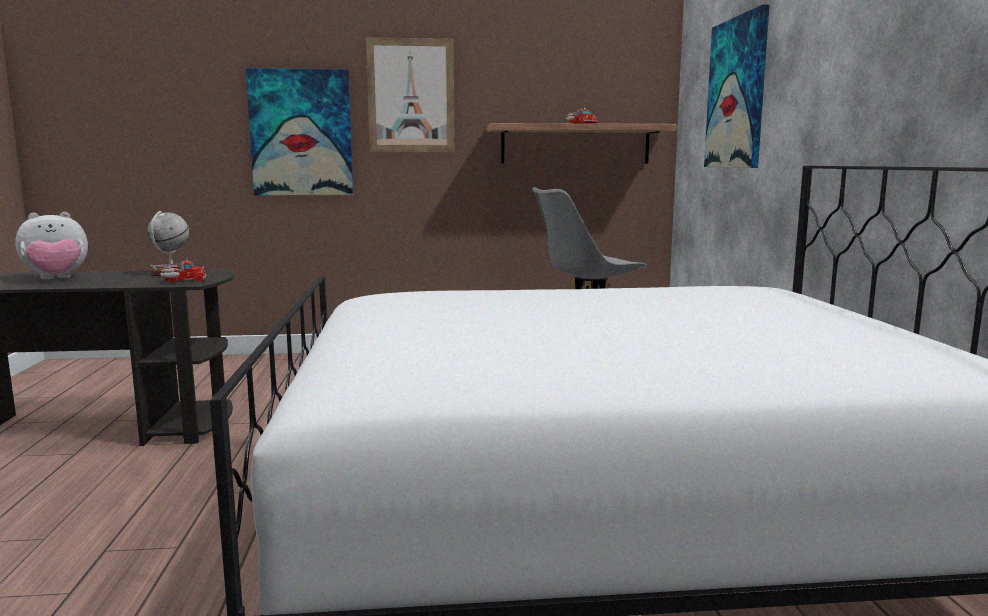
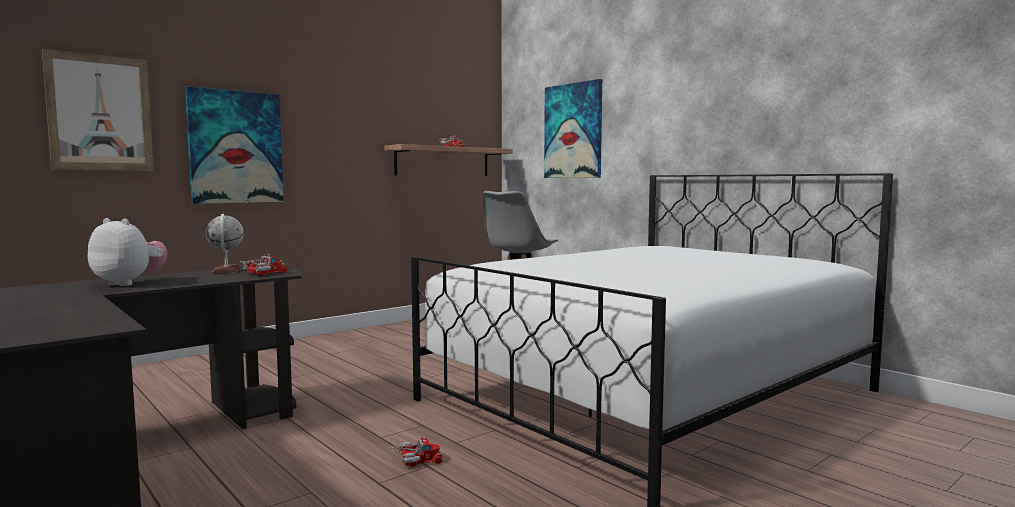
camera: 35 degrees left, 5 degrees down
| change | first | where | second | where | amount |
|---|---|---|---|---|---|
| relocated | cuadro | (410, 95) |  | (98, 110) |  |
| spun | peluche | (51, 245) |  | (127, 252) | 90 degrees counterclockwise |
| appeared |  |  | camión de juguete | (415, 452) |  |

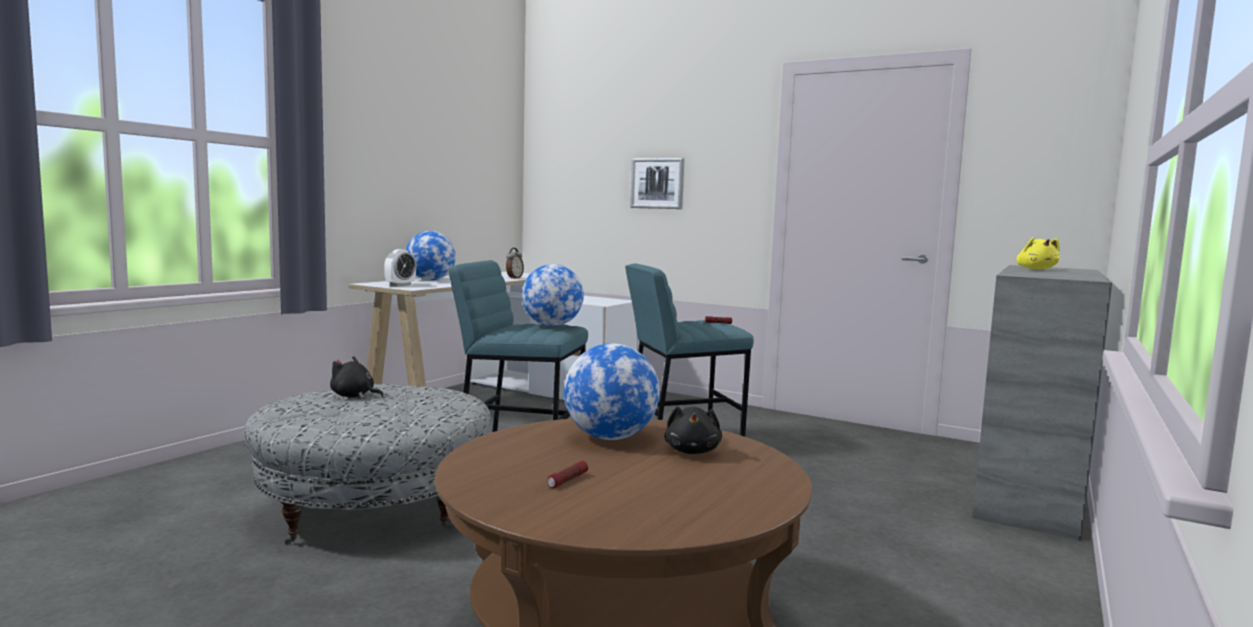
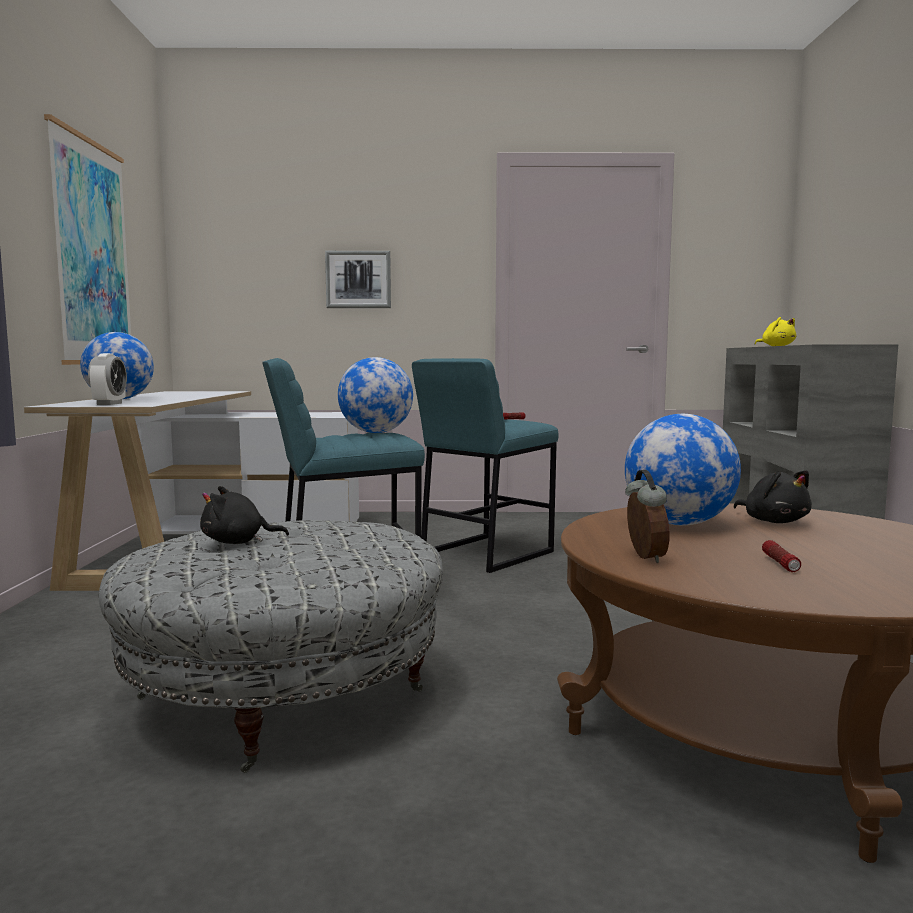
camera: 30 degrees left, 0 degrees up
| change | first | where | second | where | amount |
|---|---|---|---|---|---|
| relocated | despertador | (515, 263) |  | (647, 516) |  |
| appeared |  |  | cuadro | (87, 239) |  |

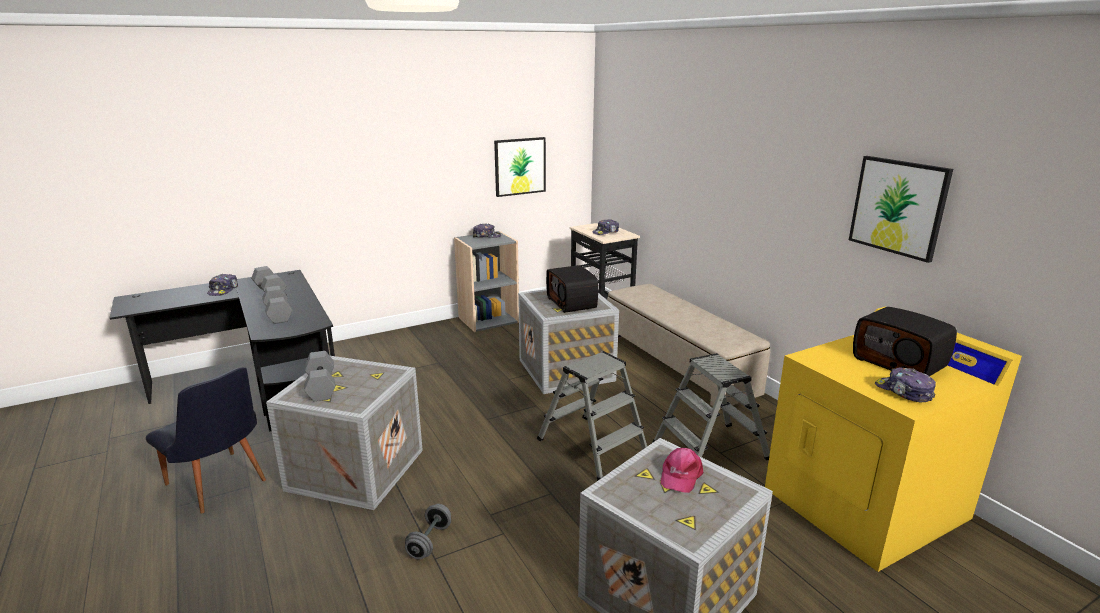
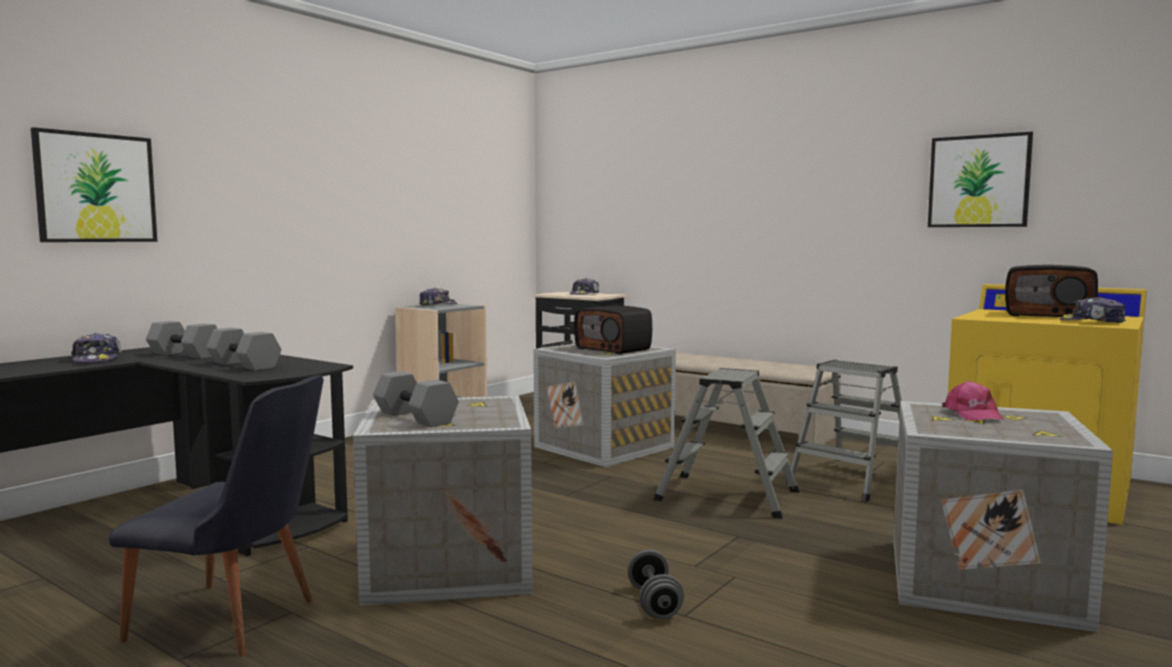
camera: 25 degrees left, 15 degrees down
| change | first | where | second | where | amount |
|---|---|---|---|---|---|
| relocated | cuadro | (520, 167) |  | (94, 184) |  |

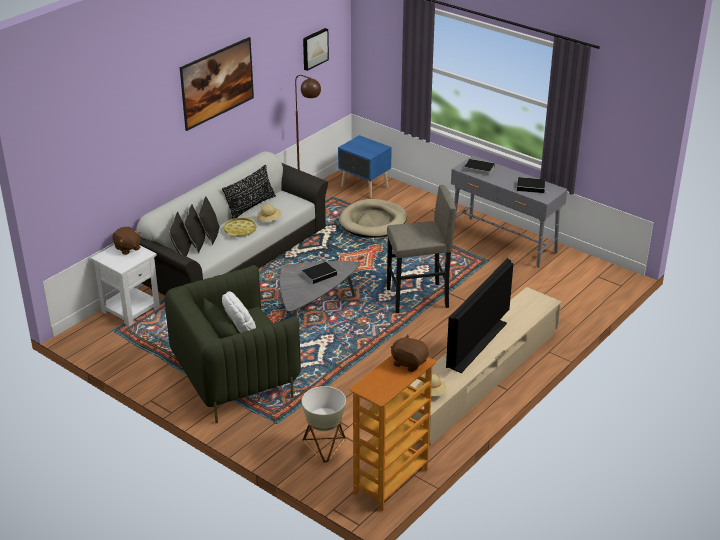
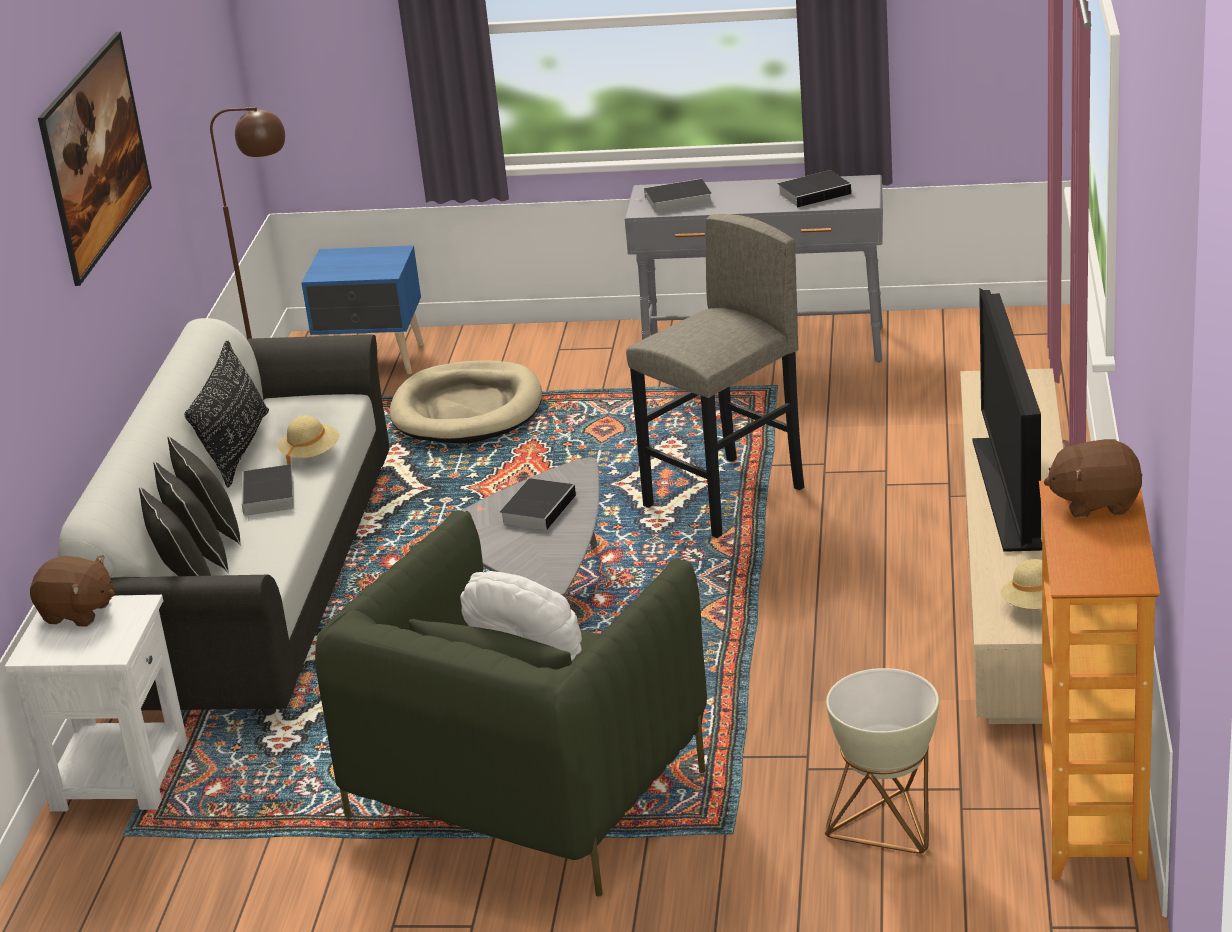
camera: 30 degrees left, 5 degrees down
| change | first | where | second | where | amount |
|---|---|---|---|---|---|
| missing | cuadro | (316, 49) |  |  |  |
| exchanged | bandeja/amarillo | (239, 227) | libro | (268, 493) |  |

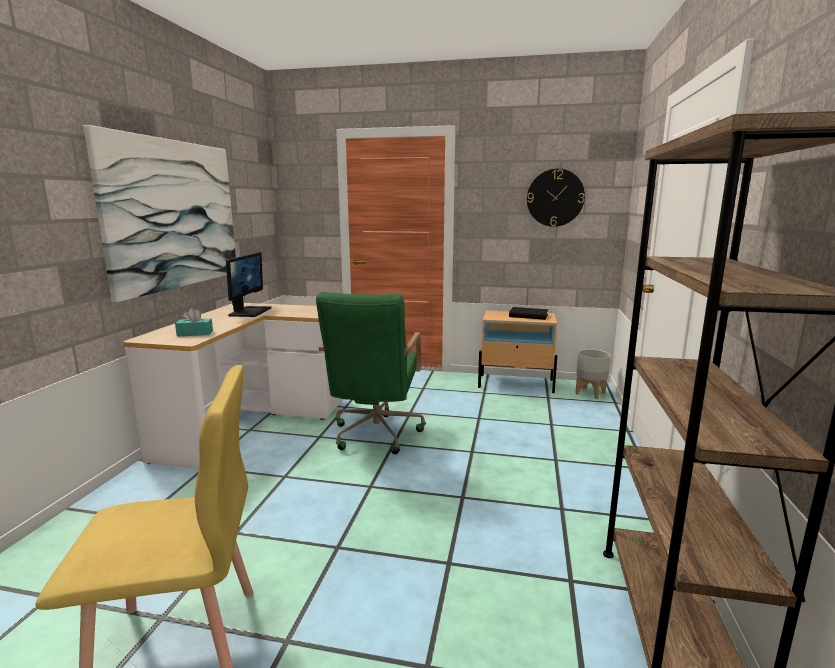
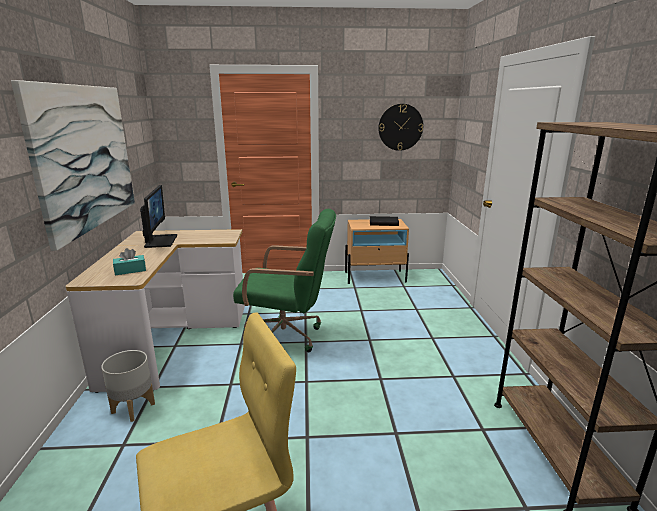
camera: 15 degrees left, 5 degrees up
| change | first | where | second | where | amount |
|---|---|---|---|---|---|
| spun | silla de oficina/verde | (371, 373) |  | (284, 280) | 75 degrees counterclockwise |
| relocated | maceta/gris | (593, 374) |  | (128, 386) |  |

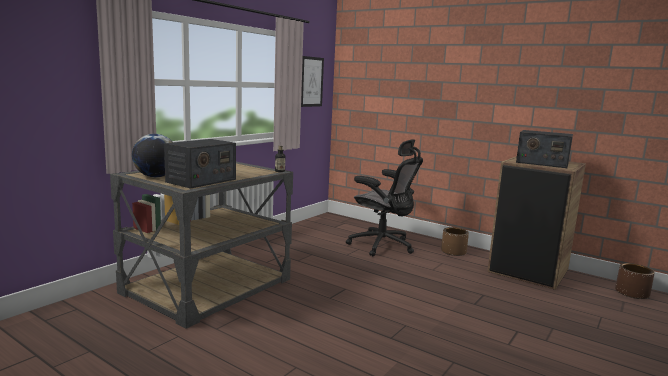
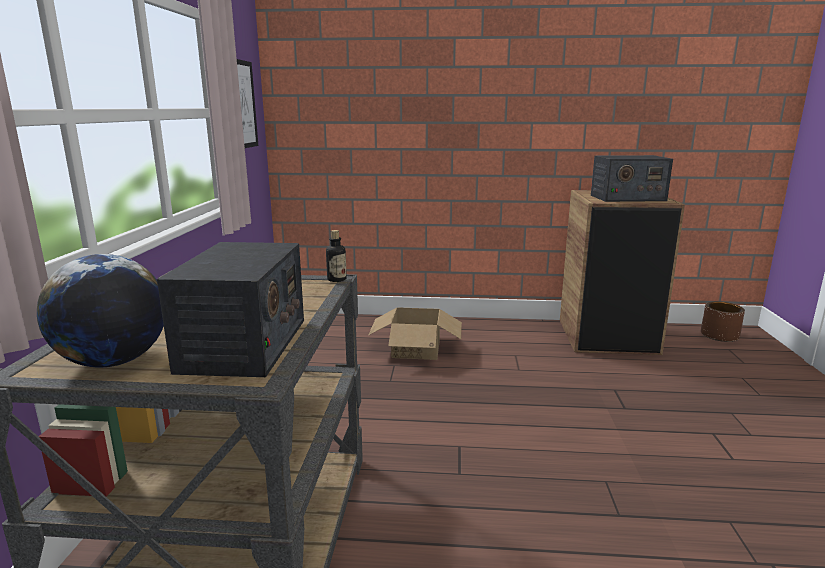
camera: 30 degrees left, 5 degrees up
| change | first | where | second | where | amount |
|---|---|---|---|---|---|
| exchanged | silla de oficina | (384, 197) | caja de cartón | (415, 333) |  |
| missing | maceta/marrón | (455, 241) |  |  |  |

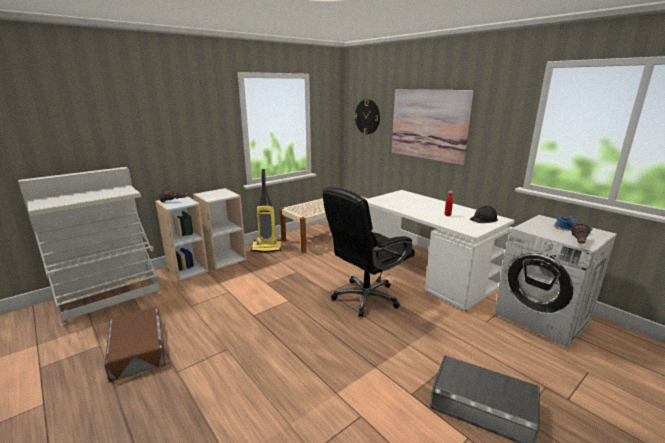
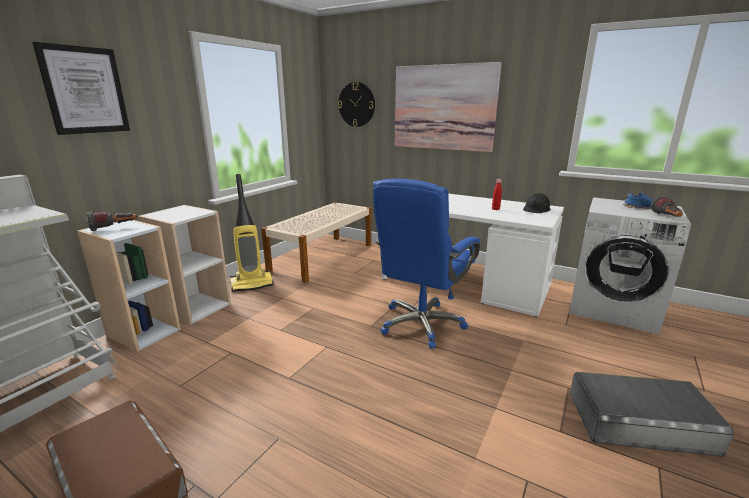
camera: 20 degrees left, 0 degrees up
| change | first | where | second | where | amount |
|---|---|---|---|---|---|
| colour | silla de oficina/negro | (369, 252) | silla de oficina/azul | (426, 264) |  |
| appeared |  |  | cuadro | (81, 88) |  |

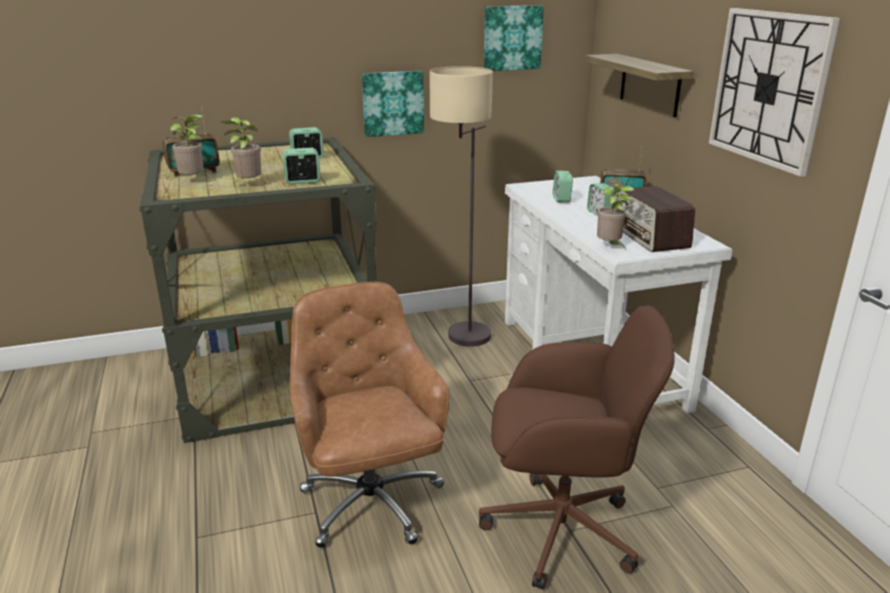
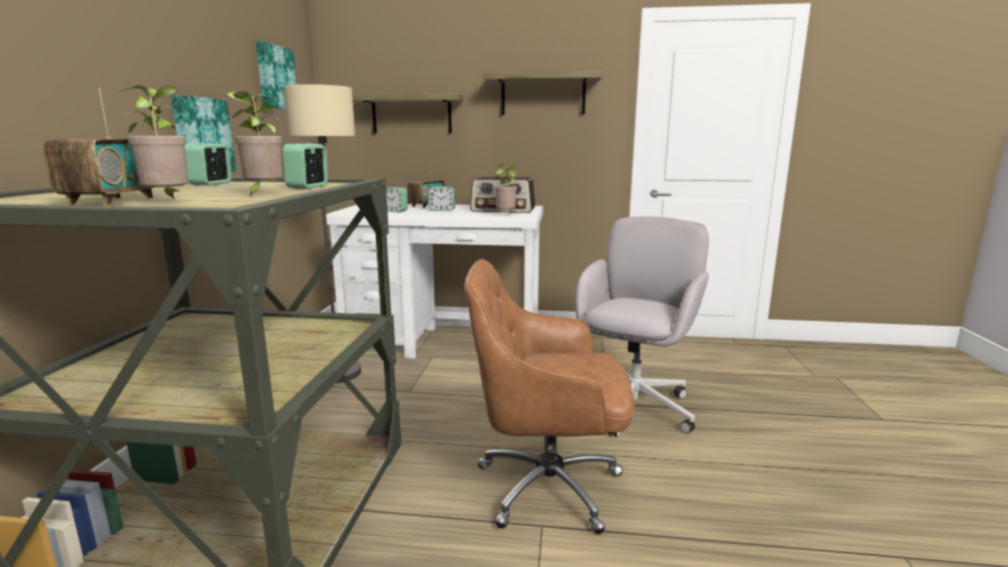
camera: 65 degrees left, 10 degrees down
| change | first | where | second | where | amount |
|---|---|---|---|---|---|
| exchanged | reloj de pared | (774, 92) | estante | (542, 93) |  |
| colour | silla de oficina/marrón | (577, 447) | silla de oficina/gris | (642, 326) |  |

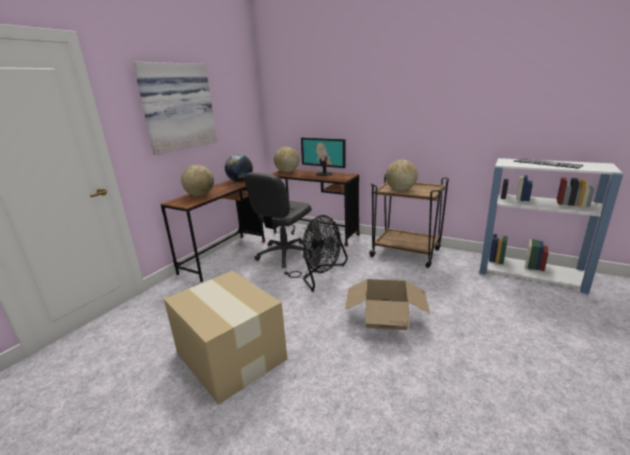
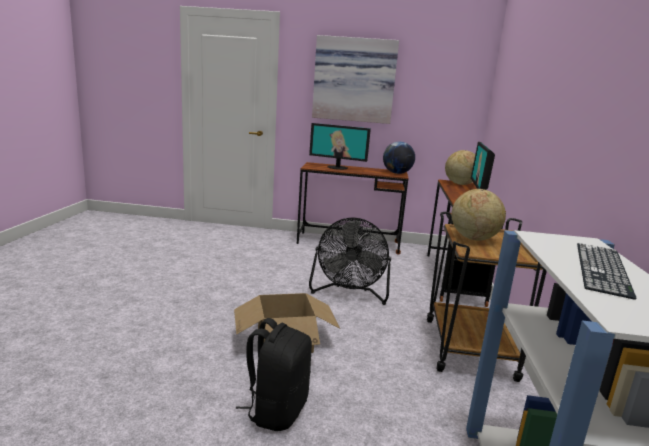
camera: 65 degrees right, 5 degrees down
| change | first | where | second | where | amount |
|---|---|---|---|---|---|
| exchanged | globo terráqueo | (197, 180) | monitor | (340, 146) |  |
| missing | silla de oficina/negro | (279, 220) |  |  |  |
| missing | caja de cartón | (225, 338) |  |  |  |
| appeared |  |  | mochila/negro | (274, 374) |  |

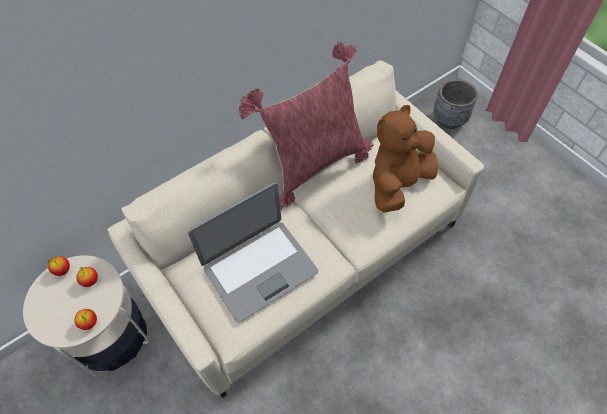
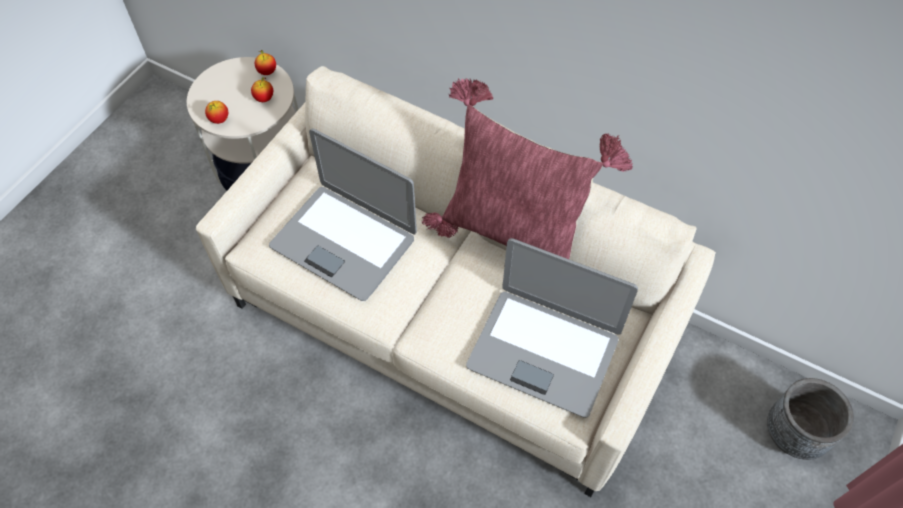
camera: 65 degrees right, 0 degrees up
| change | first | where | second | where | amount |
|---|---|---|---|---|---|
| exchanged | peluche/marrón | (405, 159) | portátil | (552, 328) |  |

